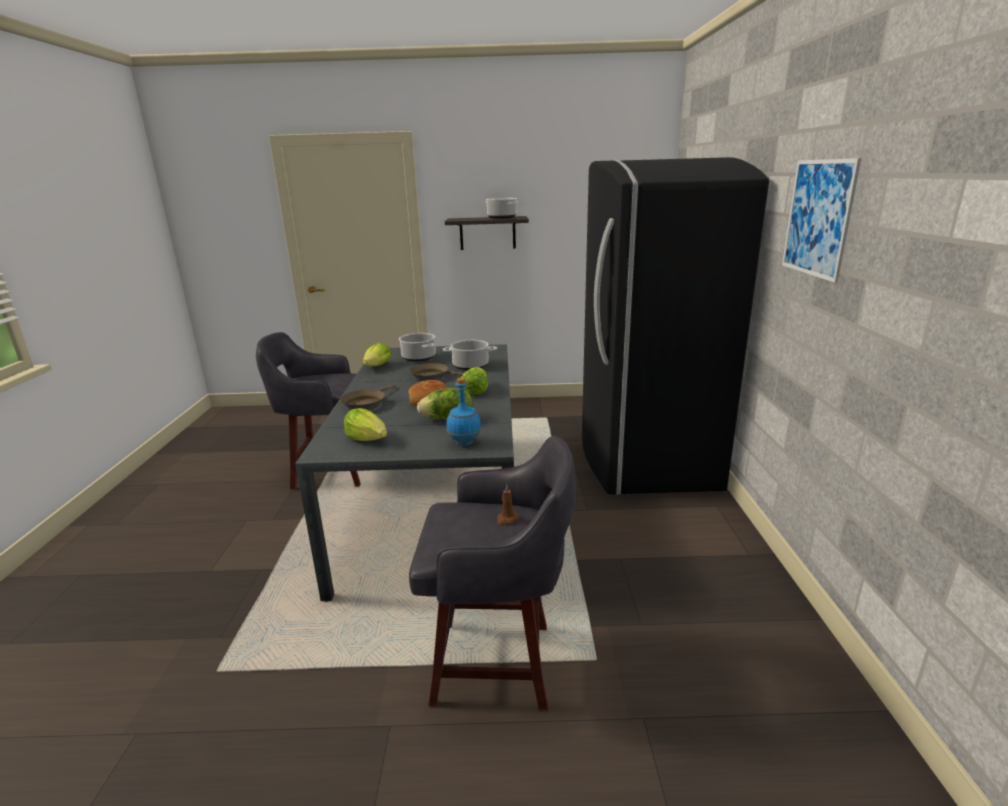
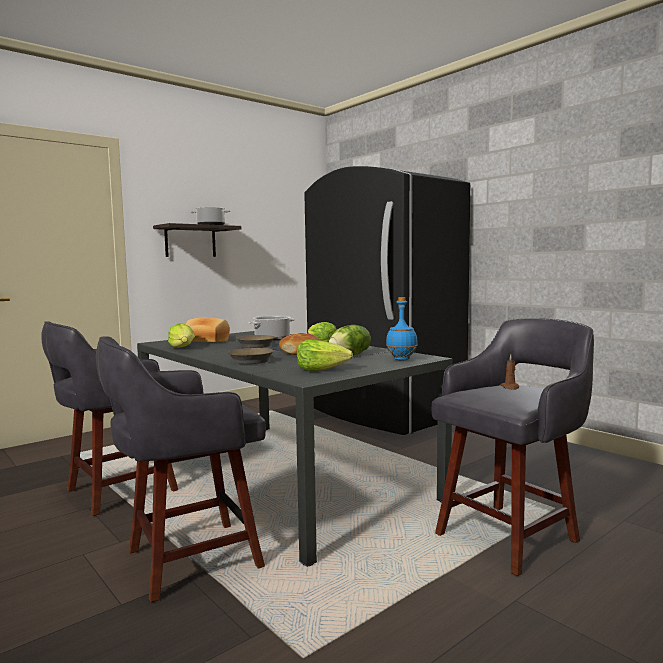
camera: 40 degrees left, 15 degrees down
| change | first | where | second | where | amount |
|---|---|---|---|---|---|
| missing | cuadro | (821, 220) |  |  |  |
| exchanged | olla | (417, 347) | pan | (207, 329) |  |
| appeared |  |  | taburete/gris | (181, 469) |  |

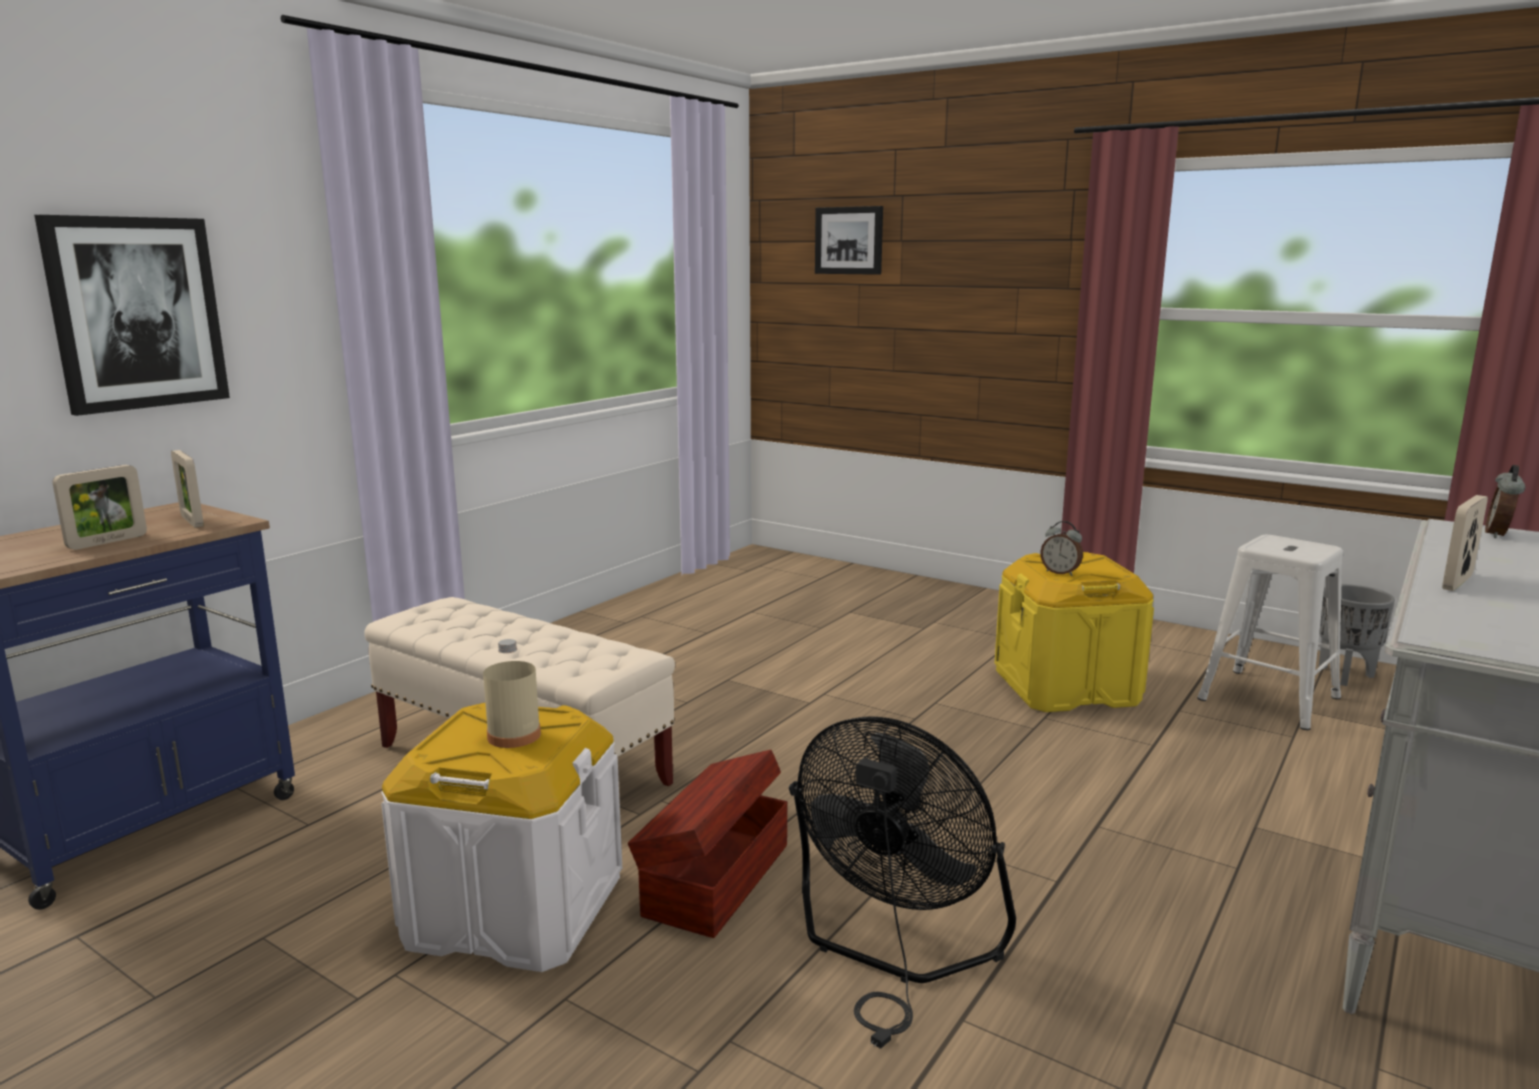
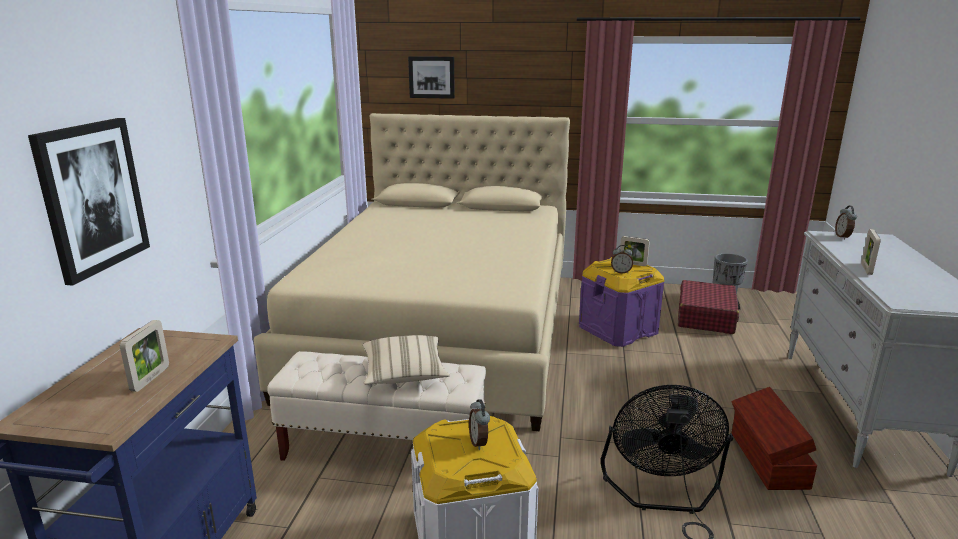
camera: 25 degrees left, 5 degrees up
| change | first | where | second | where | amount |
|---|---|---|---|---|---|
| relocated | portarretratos | (187, 489) |  | (635, 251) |  |
| exchanged | taburete/blanco | (1270, 632) | maleta/rojo | (709, 307) |  |
| colour | caja de almacenaje/amarillo | (1074, 632) | caja de almacenaje/morado | (621, 302) |  |
| exchanged | botella/beis | (512, 693) | despertador | (479, 424) |  |
| relocated | caja de almacenaje/marrón | (707, 844) |  | (774, 438) |  |
| appeared |  |  | cama/beis | (412, 272) |  |
| appeared |  |  | cojín/beis | (406, 360) |  |

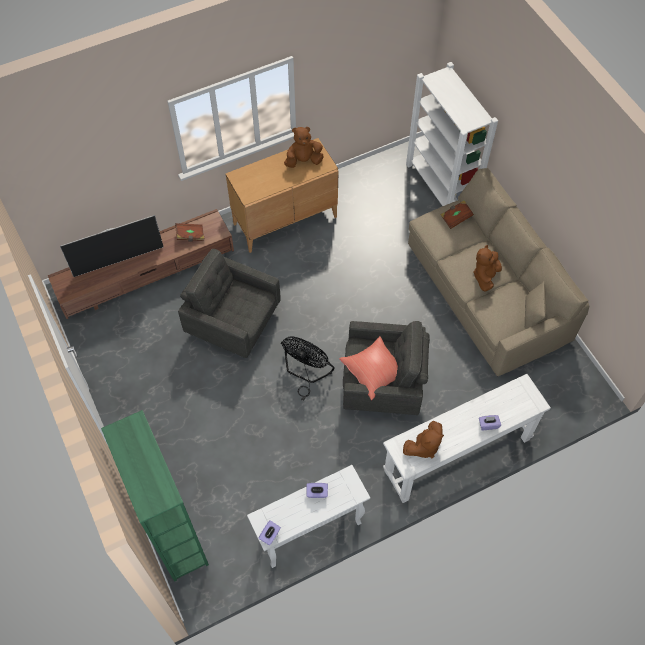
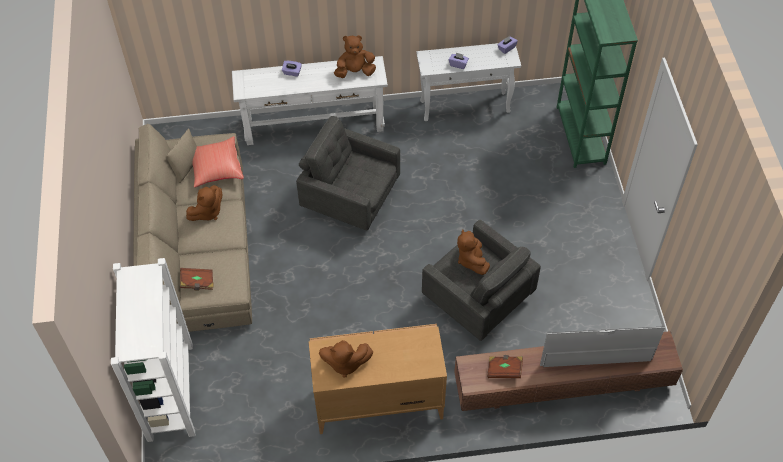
camera: 160 degrees left, 5 degrees down
| change | first | where | second | where | amount |
|---|---|---|---|---|---|
| missing | ventilador/negro | (307, 368) |  |  |  |
| relocated | cojín/rojo | (369, 368) |  | (218, 162) |  |
| appeared |  |  | peluche/marrón | (473, 252) |  |

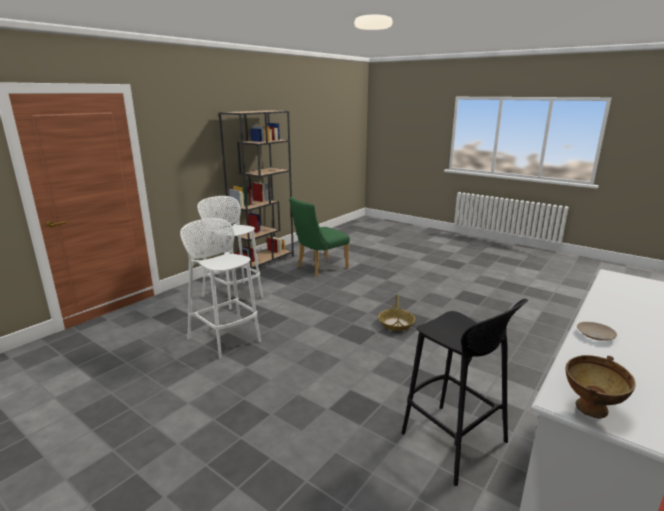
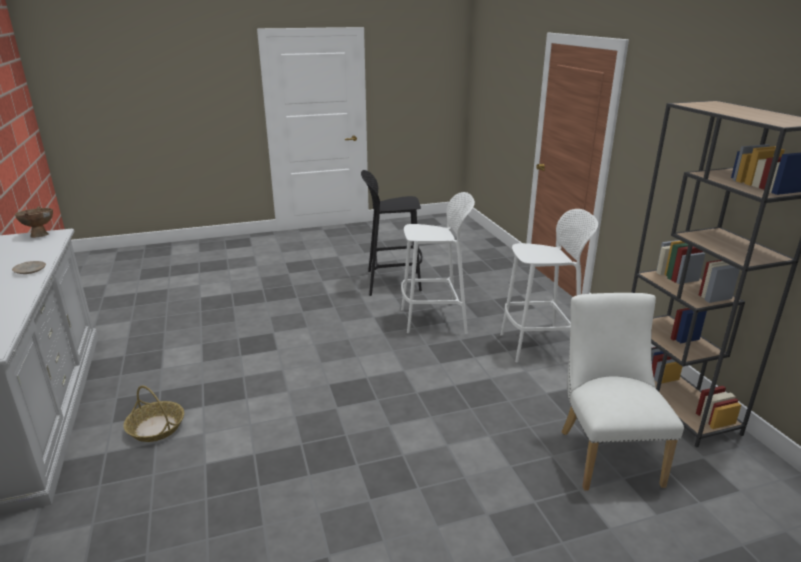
camera: 125 degrees right, 5 degrees up
| change | first | where | second | where | amount |
|---|---|---|---|---|---|
| colour | silla/verde | (319, 237) | silla/blanco | (623, 392) |  |
| relocated | cesta | (396, 312) |  | (153, 413) |  |
| relocated | taburete/negro | (465, 392) |  | (391, 233) |  |

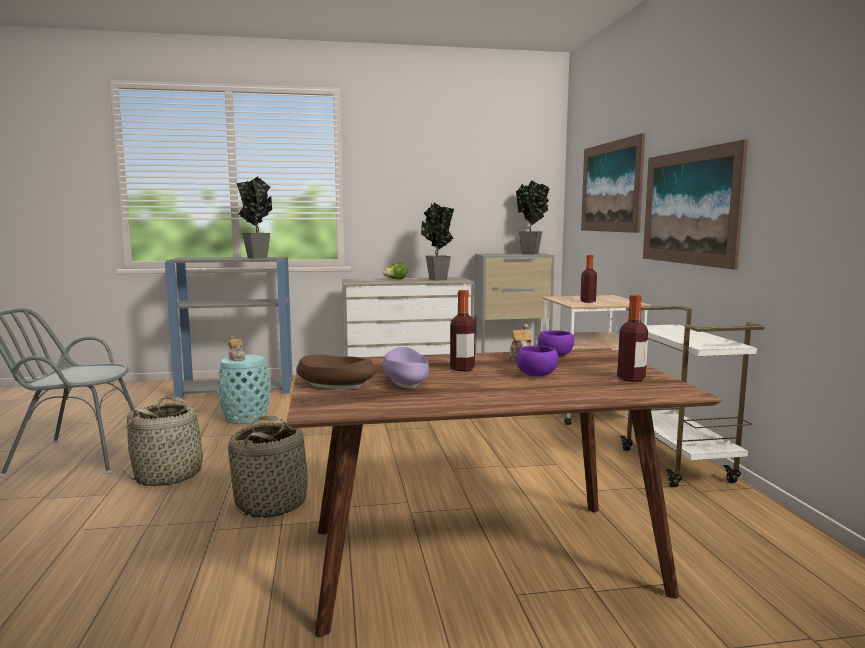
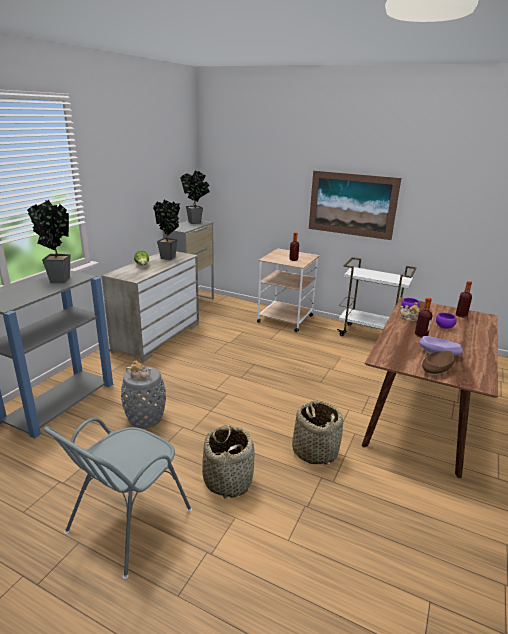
camera: 55 degrees left, 15 degrees up
| change | first | where | second | where | amount |
|---|---|---|---|---|---|
| missing | cuadro | (613, 183) |  |  |  |
| colour | taburete/turquesa | (244, 389) | taburete/gris | (143, 397) |  |

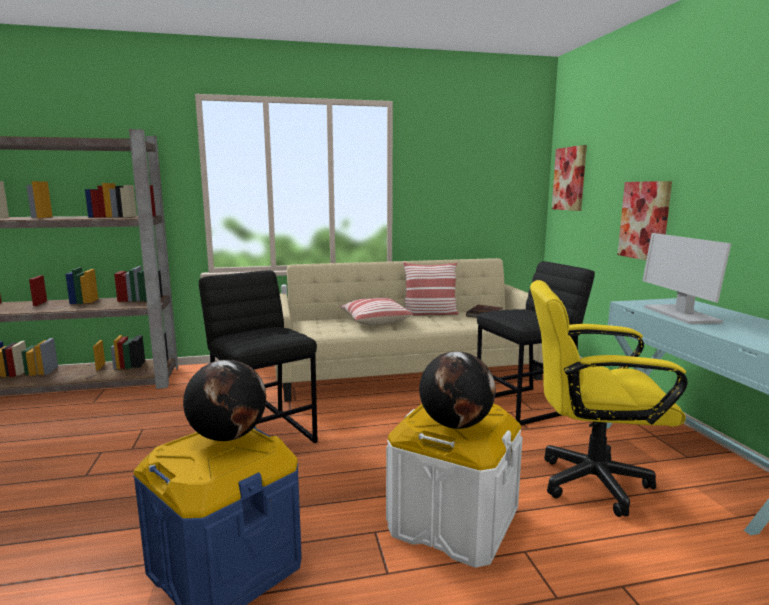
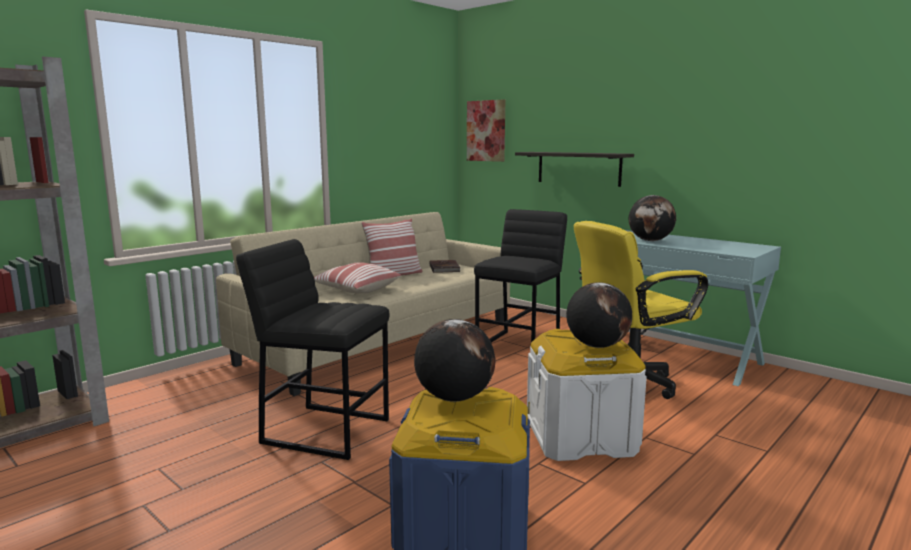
camera: 35 degrees left, 0 degrees up
| change | first | where | second | where | amount |
|---|---|---|---|---|---|
| exchanged | cuadro | (645, 220) | estante | (574, 169) |  |
| exchanged | monitor | (687, 278) | globo terráqueo | (652, 218) |  |

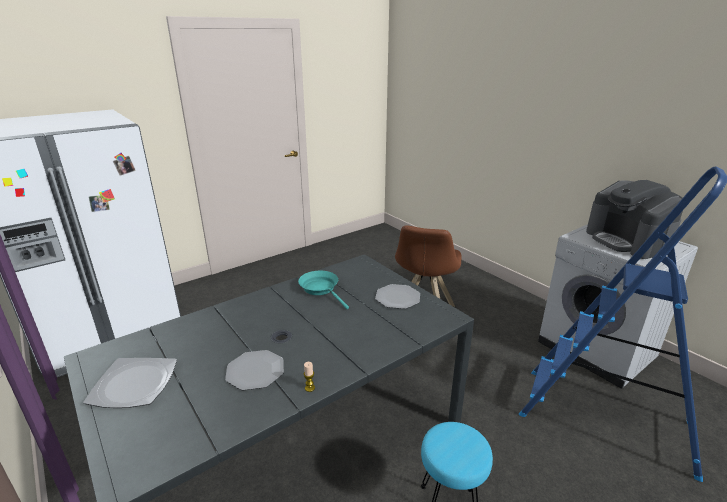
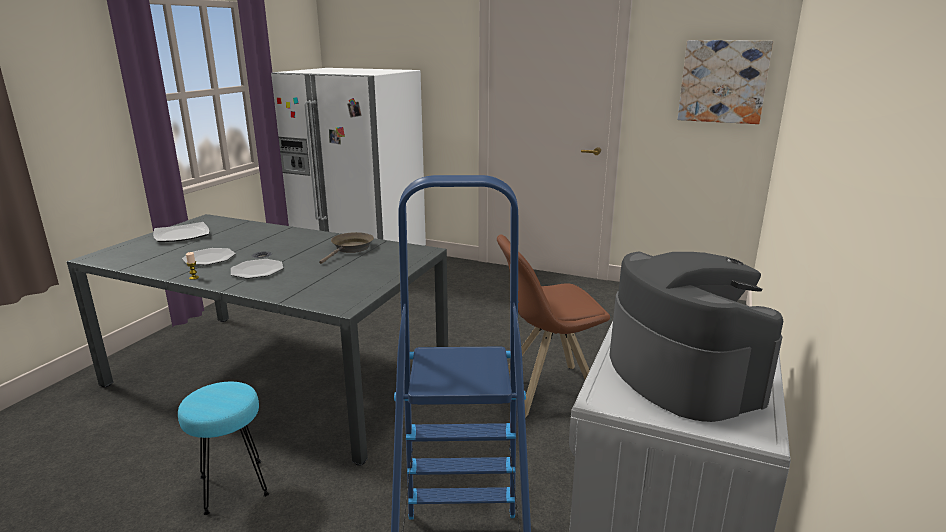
camera: 60 degrees right, 5 degrees down
| change | first | where | second | where | amount |
|---|---|---|---|---|---|
| spun | cafetera | (634, 219) |  | (696, 336) | 120 degrees clockwise |
| colour | sartén/turquesa | (323, 290) | sartén/marrón | (346, 248) |  |
| relocated | plato | (397, 296) |  | (257, 269) |  |
| appeared |  |  | cuadro | (725, 82) |  |

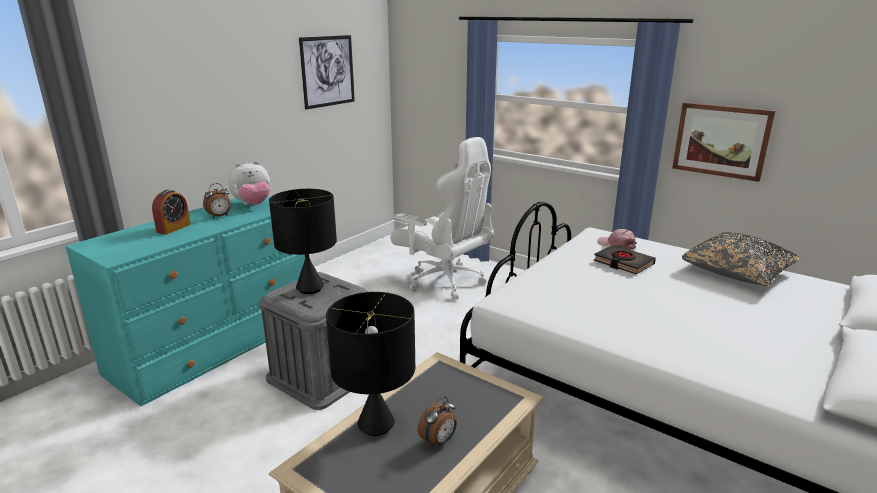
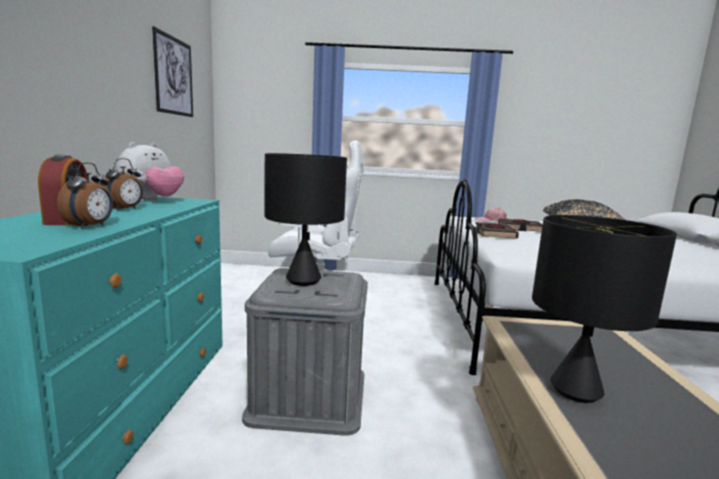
camera: 35 degrees left, 10 degrees down
| change | first | where | second | where | amount |
|---|---|---|---|---|---|
| missing | cuadro | (724, 142) |  |  |  |
| relocated | despertador | (437, 422) |  | (85, 195) |  |
| appeared |  |  | libro/negro | (497, 230) |  |

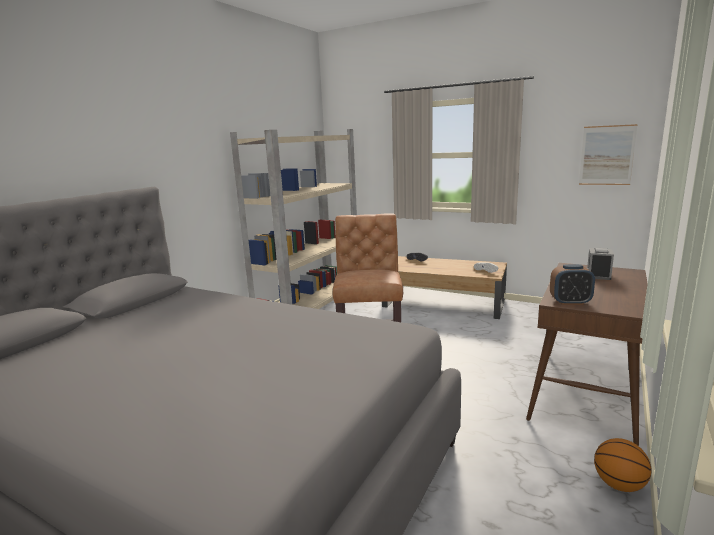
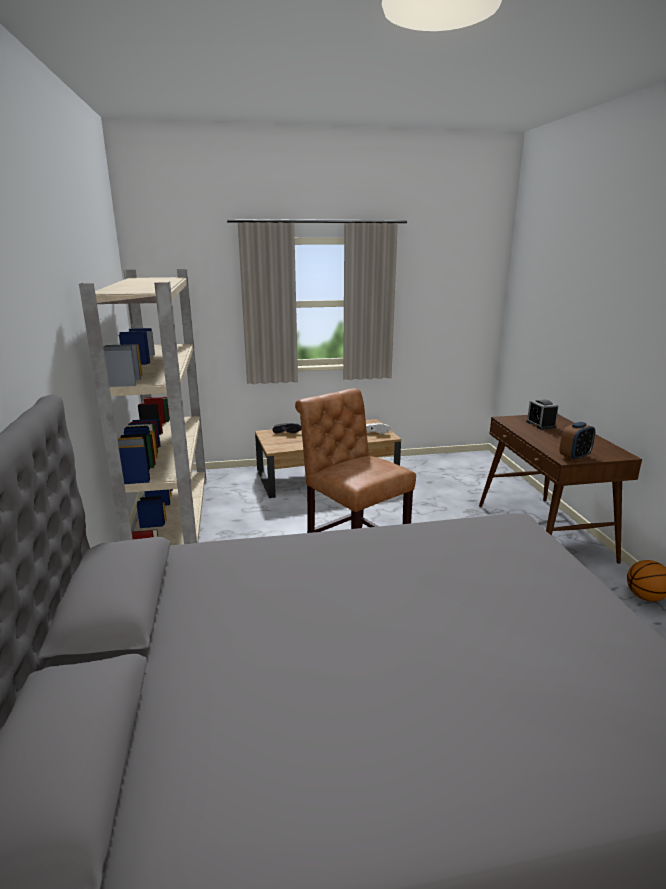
camera: 40 degrees left, 5 degrees up
| change | first | where | second | where | amount |
|---|---|---|---|---|---|
| missing | cuadro | (608, 154) |  |  |  |

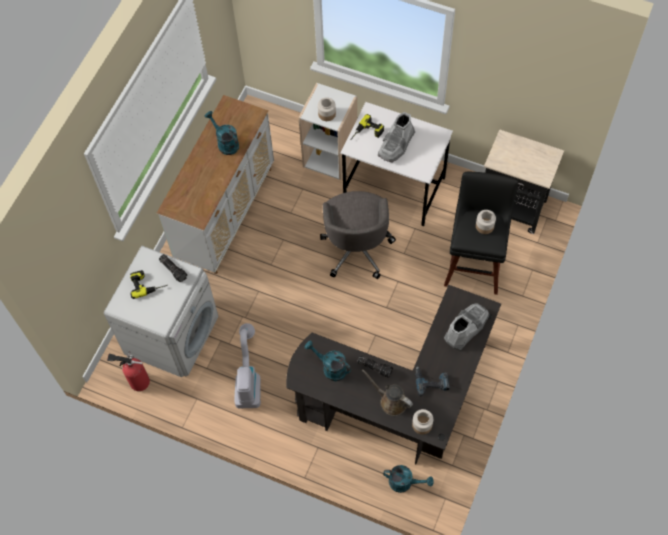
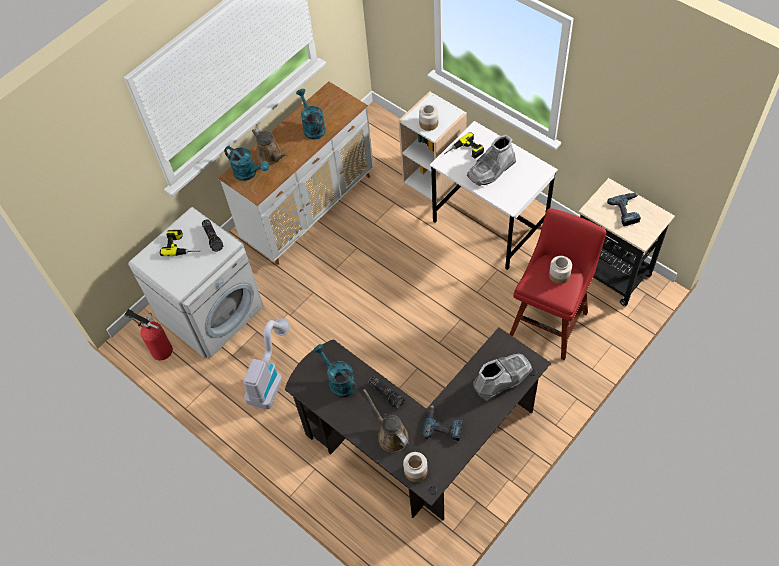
camera: 20 degrees right, 5 degrees down
| change | first | where | second | where | amount |
|---|---|---|---|---|---|
| colour | taburete/negro | (481, 233) | taburete/rojo | (558, 284) |  |
| missing | silla de oficina/gris | (358, 235) |  |  |  |
| relocated | regadera/turquesa | (408, 479) |  | (246, 163) |  |
| appeared |  |  | regadera/marrón | (270, 146) |  |
| appeared |  |  | taladro | (624, 209) |  |

